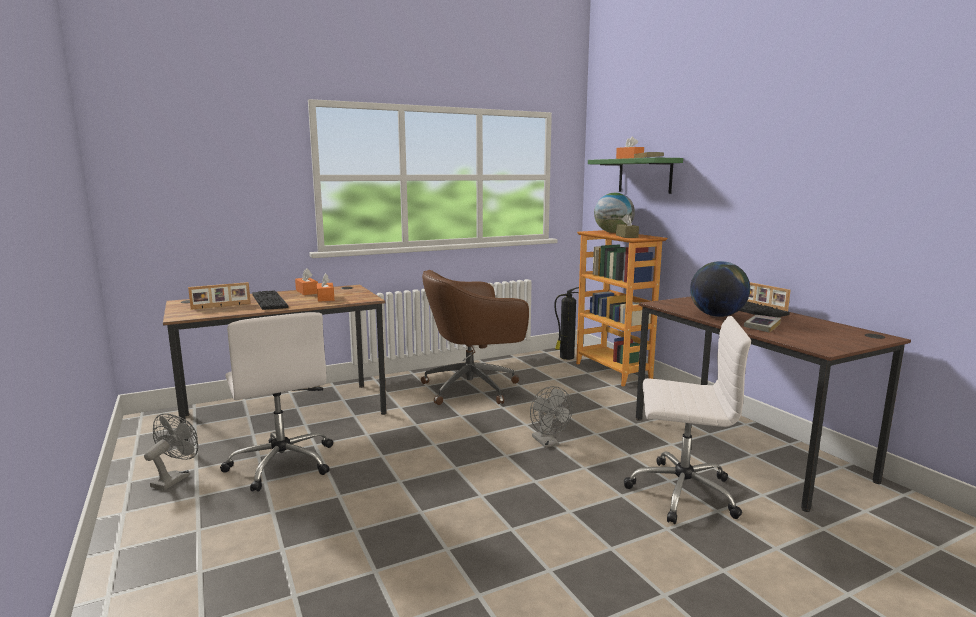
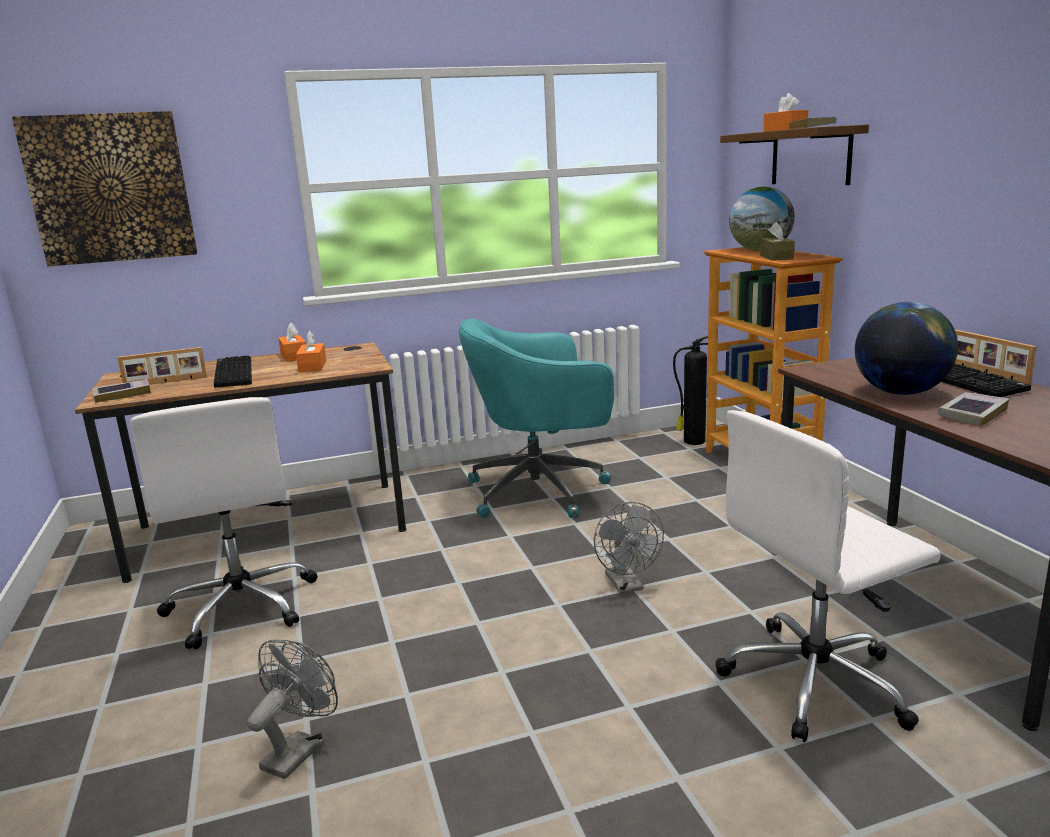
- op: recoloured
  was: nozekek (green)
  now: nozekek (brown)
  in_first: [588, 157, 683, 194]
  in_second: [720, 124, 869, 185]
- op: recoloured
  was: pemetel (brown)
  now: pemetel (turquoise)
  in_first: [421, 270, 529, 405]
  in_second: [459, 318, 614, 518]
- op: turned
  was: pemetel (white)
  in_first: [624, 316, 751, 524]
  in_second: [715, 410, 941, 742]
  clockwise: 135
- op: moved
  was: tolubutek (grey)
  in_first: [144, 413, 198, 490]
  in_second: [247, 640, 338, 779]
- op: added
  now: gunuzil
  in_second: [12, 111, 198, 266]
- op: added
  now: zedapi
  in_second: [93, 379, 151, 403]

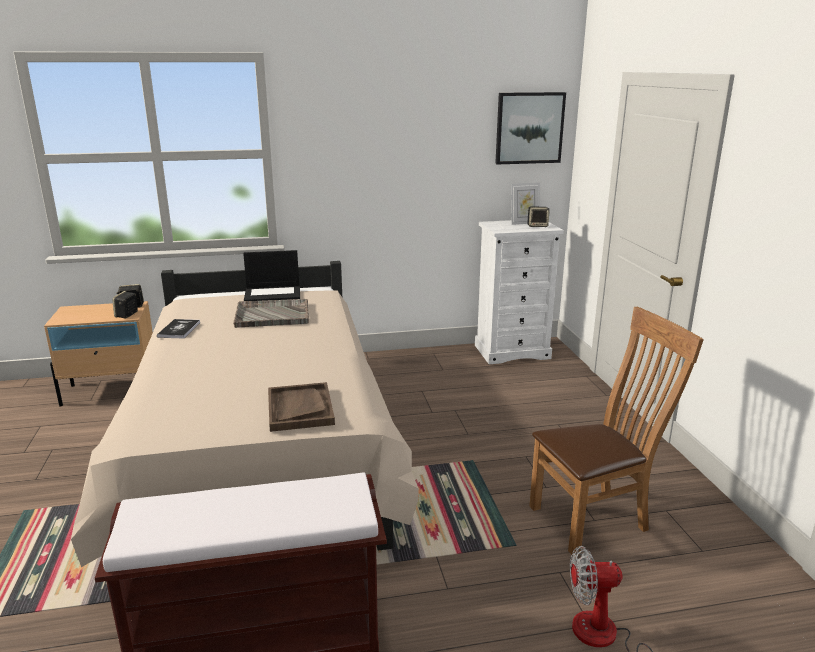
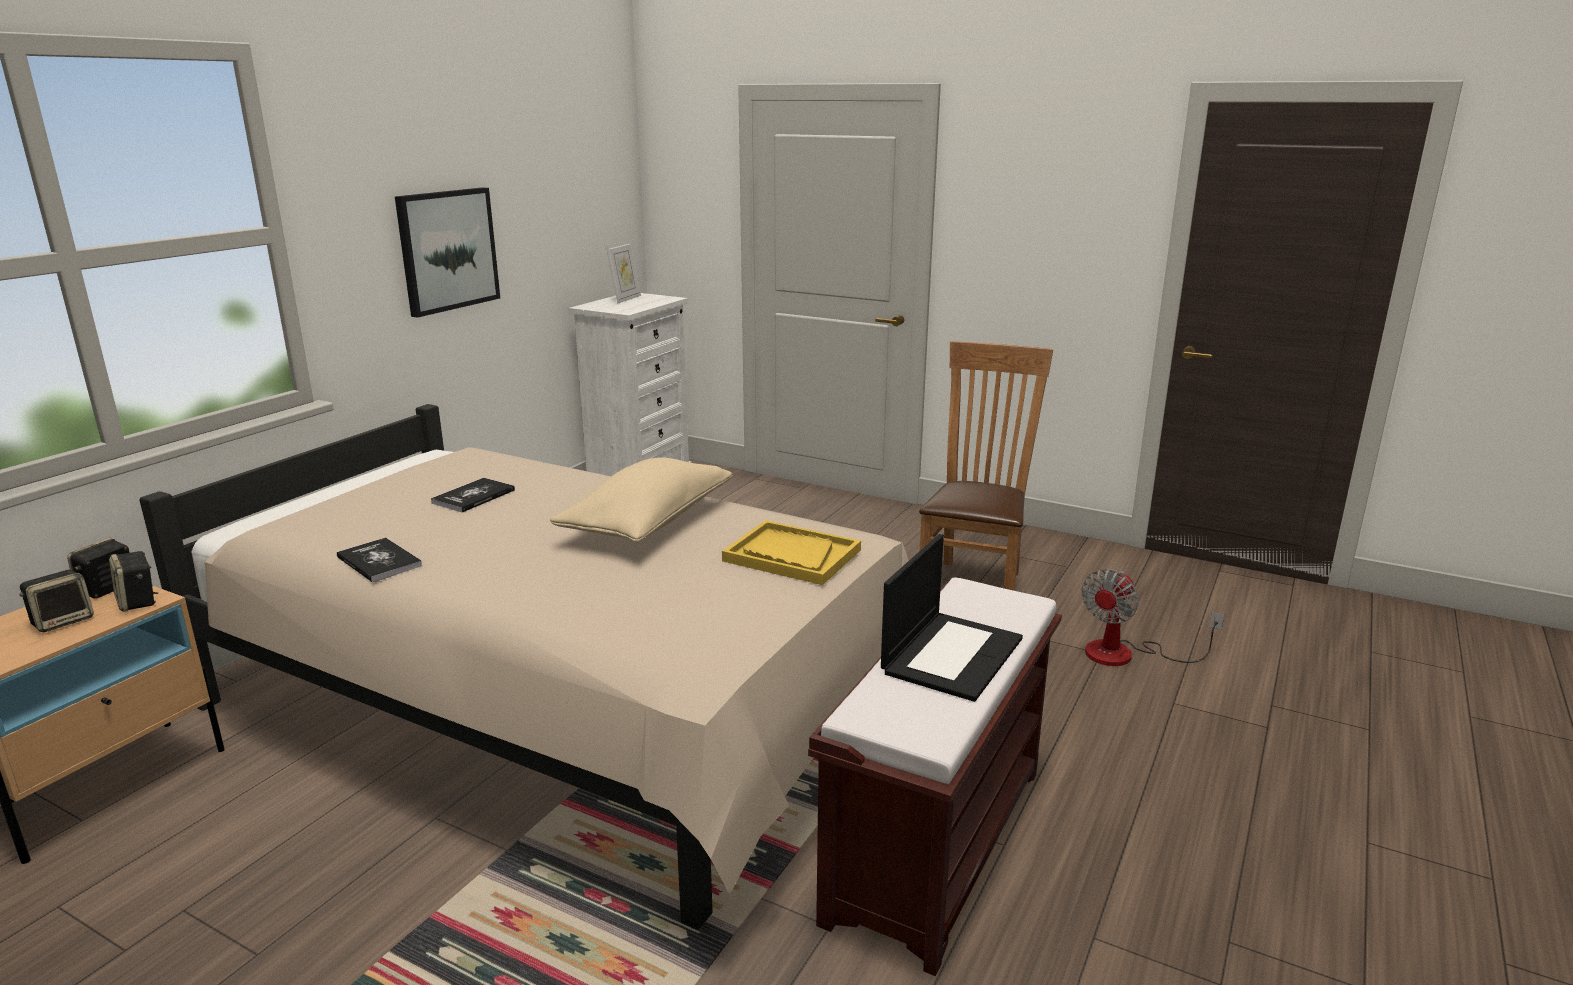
- op: moved
  was: gunuzil
  in_first: [495, 92, 566, 164]
  in_second: [395, 187, 500, 318]
- op: moved
  was: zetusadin
  in_first: [527, 207, 550, 227]
  in_second: [19, 570, 94, 632]
- op: moved
  was: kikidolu
  in_first: [243, 250, 300, 301]
  in_second: [881, 534, 1023, 702]
- op: replaced
  was: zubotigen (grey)
  now: zedapi
  in_first: [233, 299, 309, 328]
  in_second: [431, 478, 515, 513]
- op: recoloured
  was: zubotigen (brown)
  now: zubotigen (yellow)
  in_first: [268, 382, 335, 432]
  in_second: [722, 520, 861, 585]
- op: added
  now: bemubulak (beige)
  in_second: [550, 457, 733, 543]

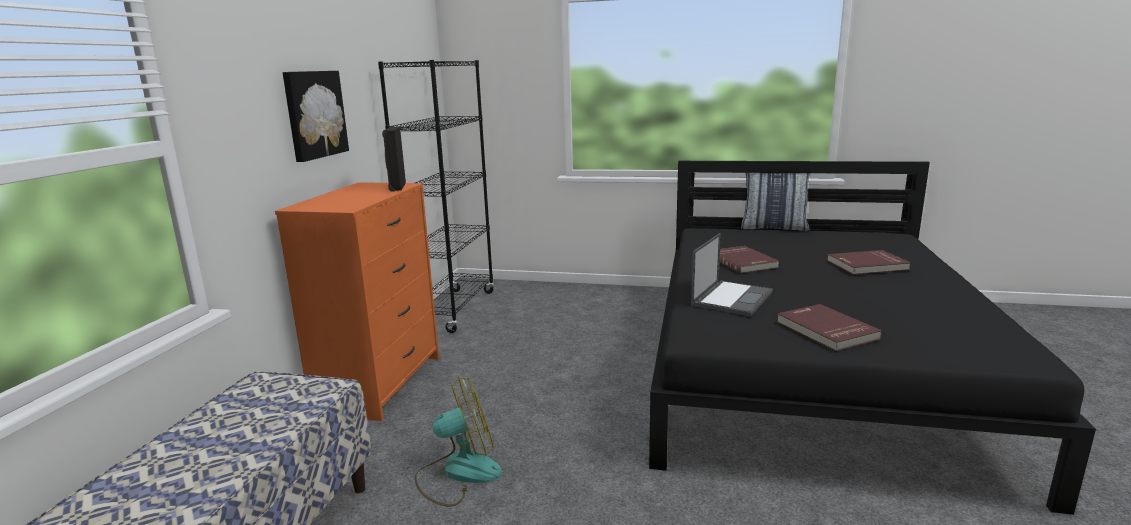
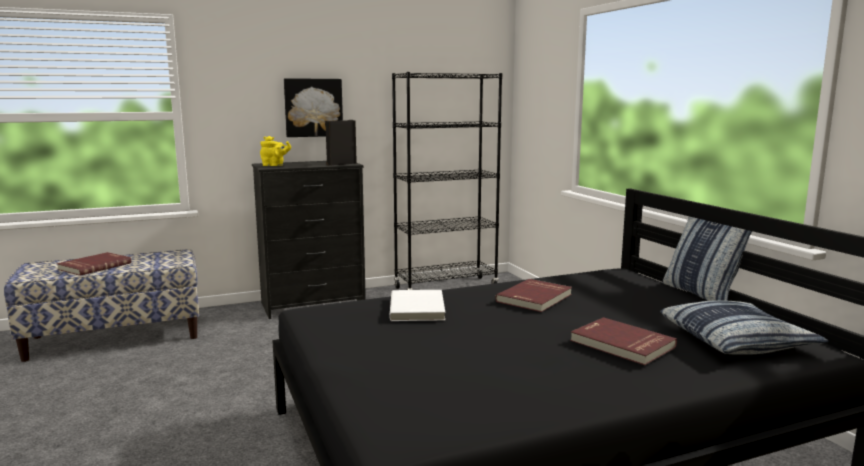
- op: recoloured
  was: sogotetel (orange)
  now: sogotetel (black)
  in_first: [275, 182, 439, 421]
  in_second: [252, 161, 366, 319]
- op: replaced
  was: kikidolu
  now: zedapi (white)
  in_first: [691, 233, 773, 317]
  in_second: [389, 290, 446, 321]
- op: moved
  was: zedapi (red)
  in_first: [777, 304, 883, 351]
  in_second: [57, 252, 131, 276]
- op: removed
  was: tolubutek
  in_first: [414, 376, 502, 507]
- op: added
  now: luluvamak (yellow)
  in_second: [260, 136, 291, 166]
- op: added
  now: bemubulak
  in_second: [661, 300, 828, 355]

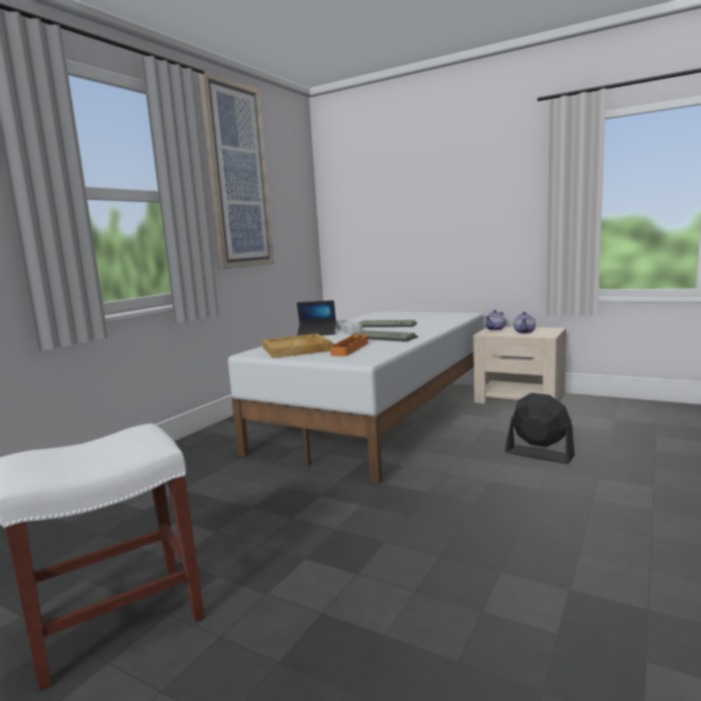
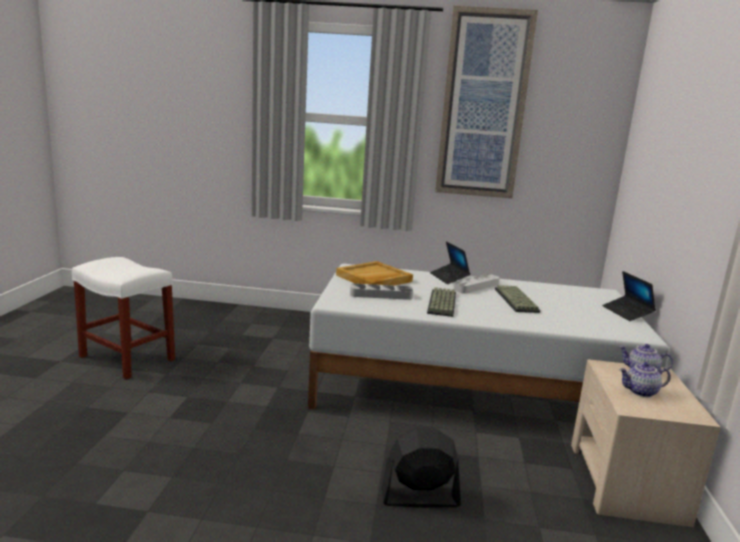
- op: recoloured
  was: zubotigen (orange)
  now: zubotigen (grey)
  in_first: [330, 335, 368, 356]
  in_second: [350, 283, 413, 300]
- op: turned
  was: tolubutek (black)
  in_first: [505, 393, 575, 464]
  in_second: [382, 427, 461, 508]
  clockwise: -105
- op: added
  now: kikidolu
  in_second: [602, 271, 656, 321]

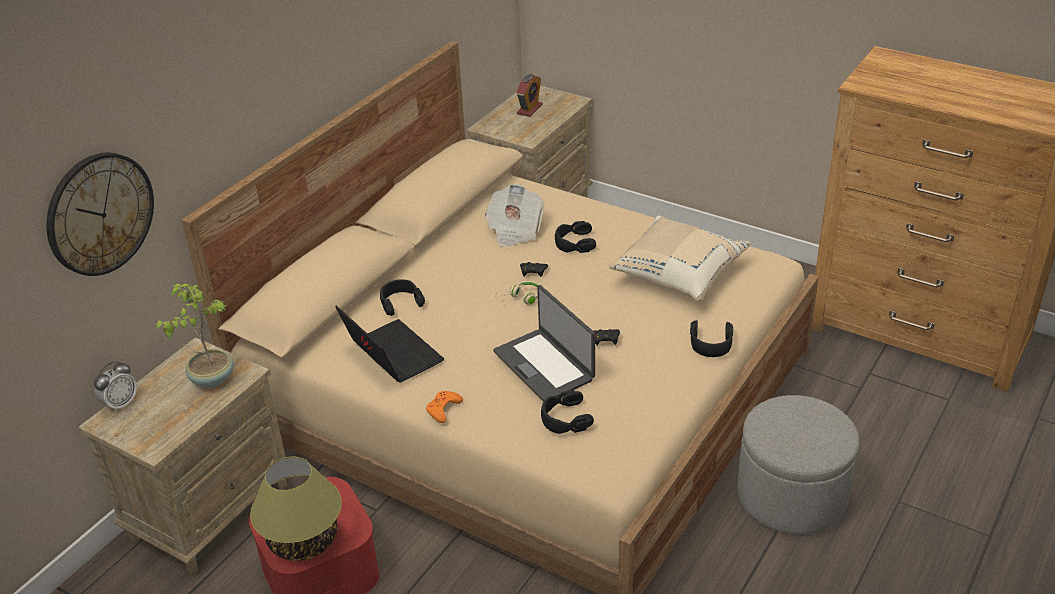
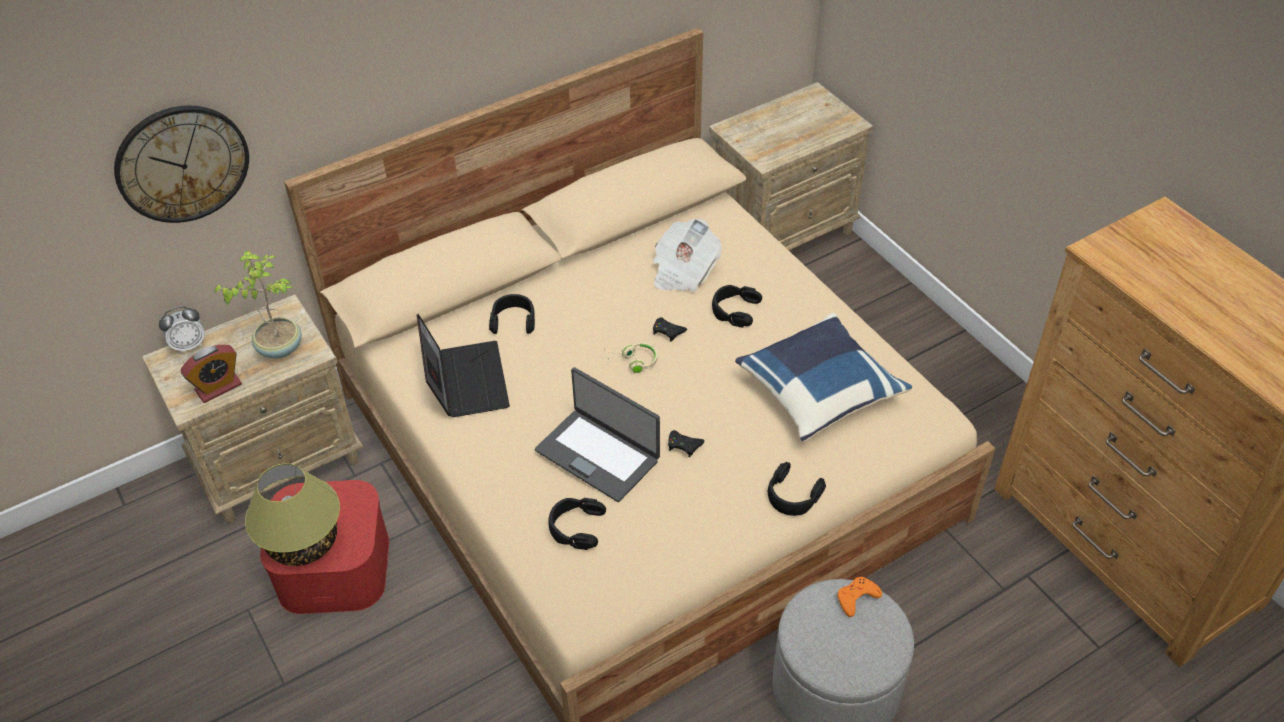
- op: moved
  was: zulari
  in_first: [517, 74, 543, 117]
  in_second: [180, 345, 242, 403]
- op: recoloured
  was: bemubulak (beige)
  now: bemubulak (blue)
  in_first: [609, 216, 750, 302]
  in_second: [735, 313, 912, 442]
- op: turned
  was: kikidolu
  in_first: [493, 285, 595, 402]
  in_second: [535, 367, 660, 502]
  clockwise: -45
- op: moved
  was: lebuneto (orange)
  in_first: [426, 391, 463, 423]
  in_second: [838, 577, 882, 617]

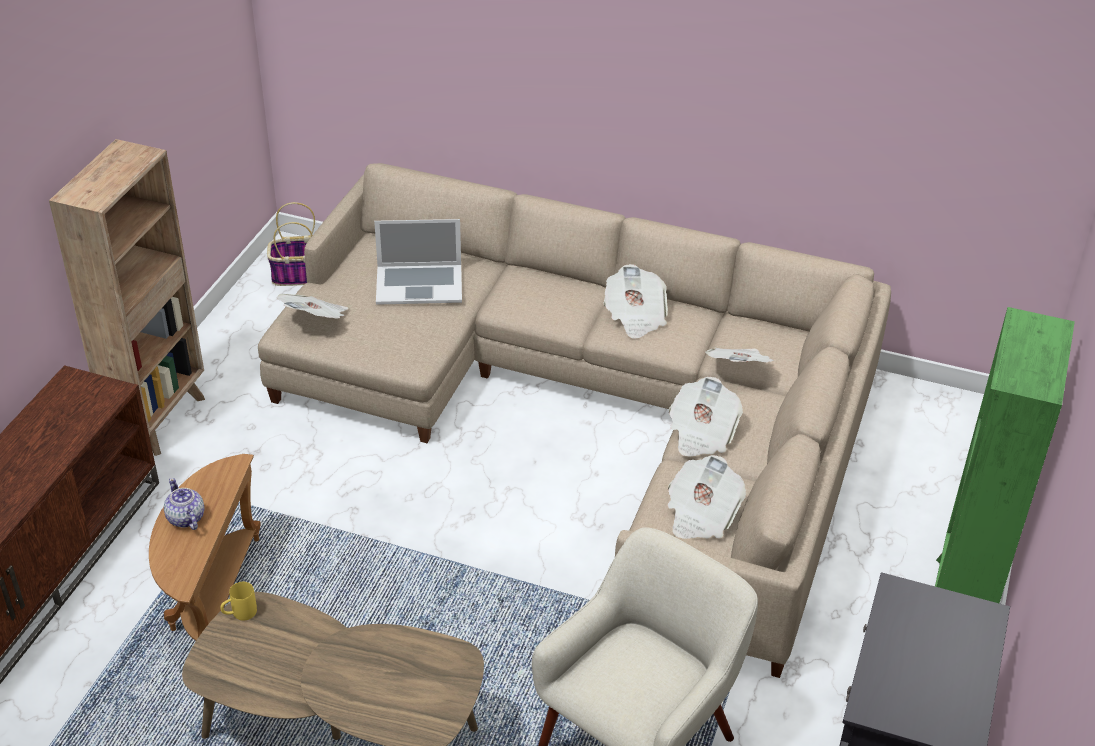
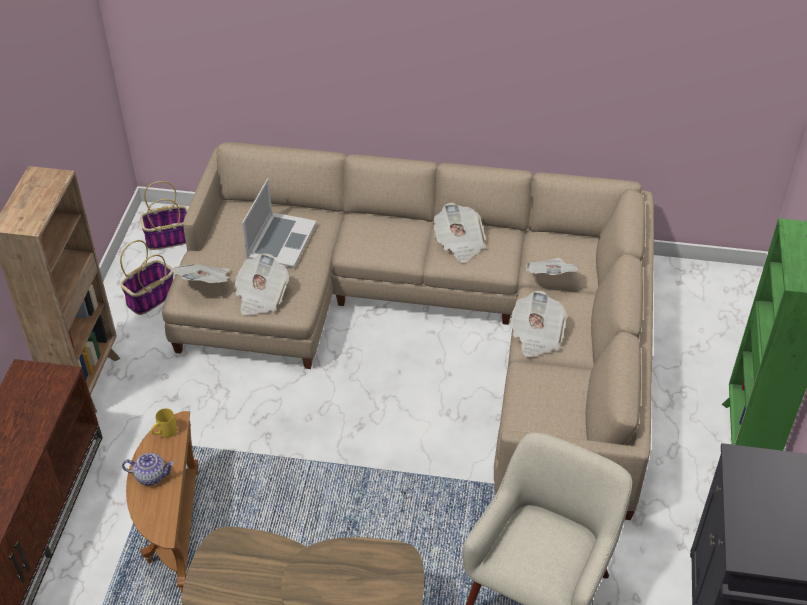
- op: turned
  was: kikidolu
  in_first: [374, 219, 462, 305]
  in_second: [242, 179, 317, 268]
  clockwise: -60
- op: moved
  was: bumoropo
  in_first: [667, 455, 746, 539]
  in_second: [234, 253, 289, 316]
- op: turned
  was: luluvamak
  in_first: [164, 478, 204, 530]
  in_second: [122, 453, 174, 486]
  clockwise: 135
- op: moved
  was: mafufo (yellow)
  in_first: [220, 582, 257, 621]
  in_second: [151, 408, 177, 438]
- op: added
  now: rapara
  in_second: [120, 240, 173, 315]

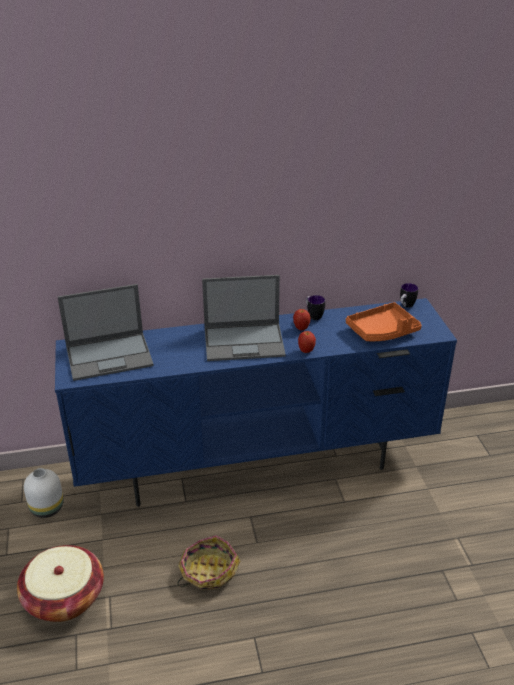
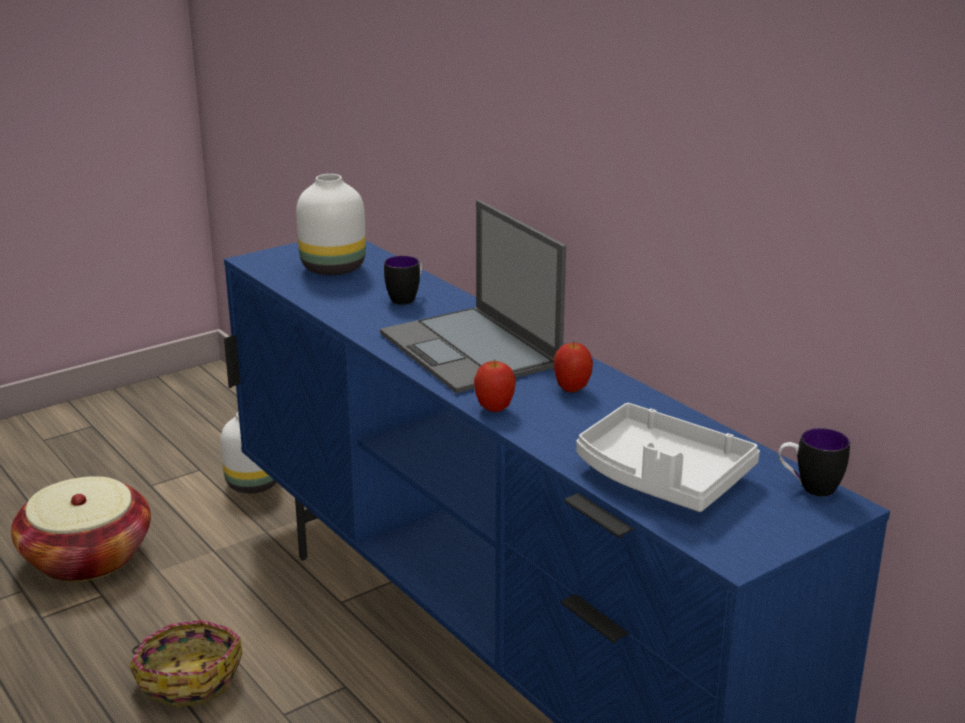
- op: replaced
  was: kikidolu
  now: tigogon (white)
  in_first: [58, 284, 154, 381]
  in_second: [296, 174, 366, 275]
- op: moved
  was: mafufo
  in_first: [306, 295, 325, 320]
  in_second: [384, 256, 422, 305]
- op: recoloured
  was: zubotigen (orange)
  now: zubotigen (grey)
  in_first: [346, 302, 422, 341]
  in_second: [576, 403, 760, 512]

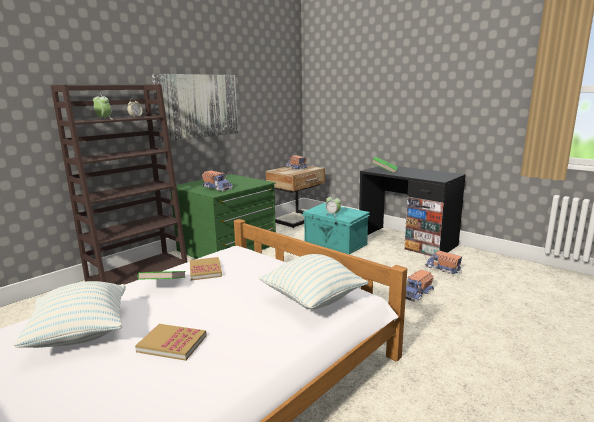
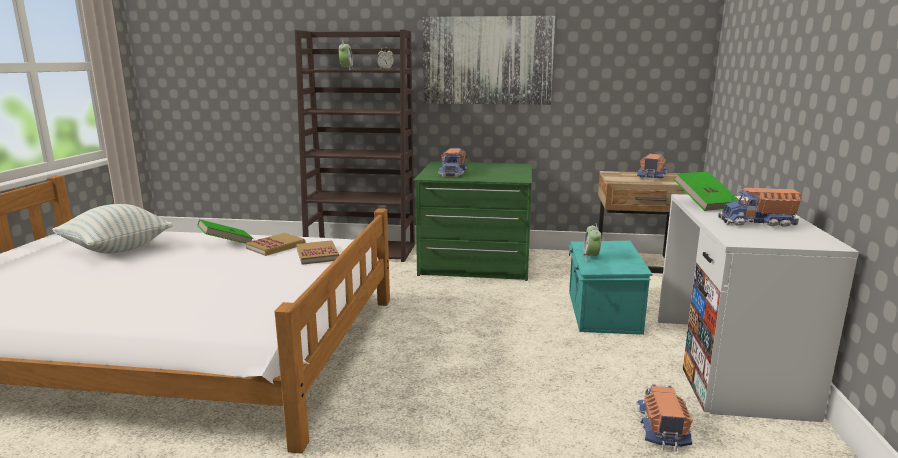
- op: recoloured
  was: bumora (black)
  now: bumora (white)
  in_first: [359, 166, 466, 257]
  in_second: [658, 194, 859, 422]
- op: removed
  was: bemubulak
  in_first: [259, 254, 369, 309]
- op: moved
  was: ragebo
  in_first: [406, 269, 434, 302]
  in_second: [718, 187, 802, 227]
- op: moved
  was: zedapi
  in_first: [135, 324, 207, 361]
  in_second: [296, 240, 340, 265]

